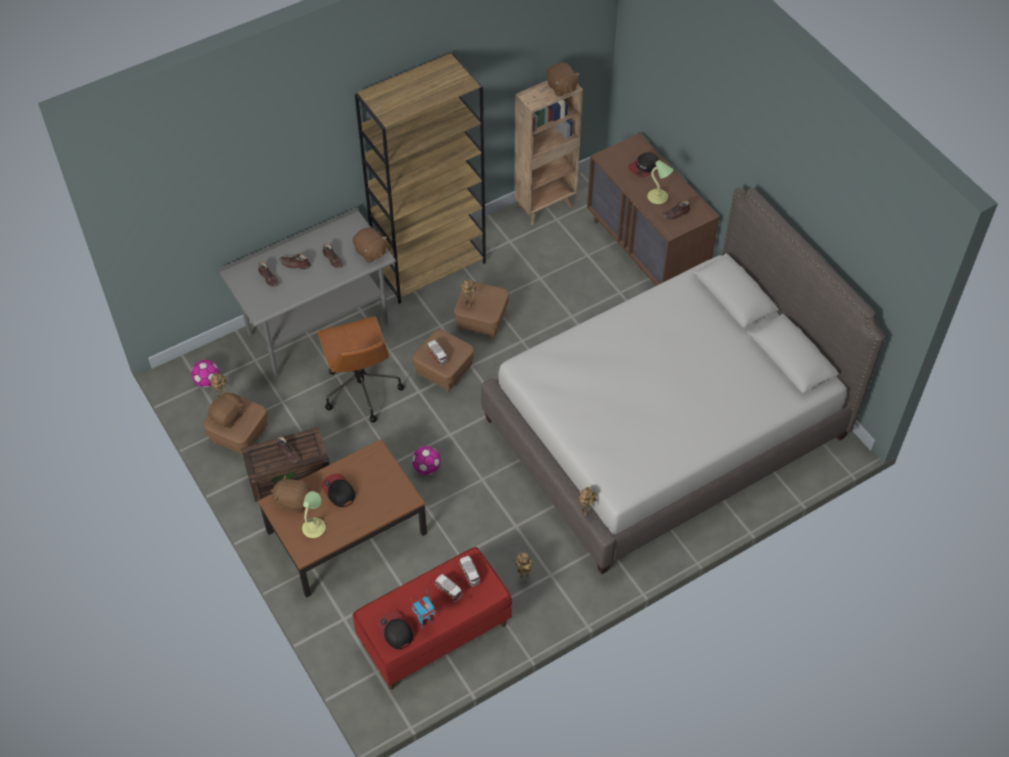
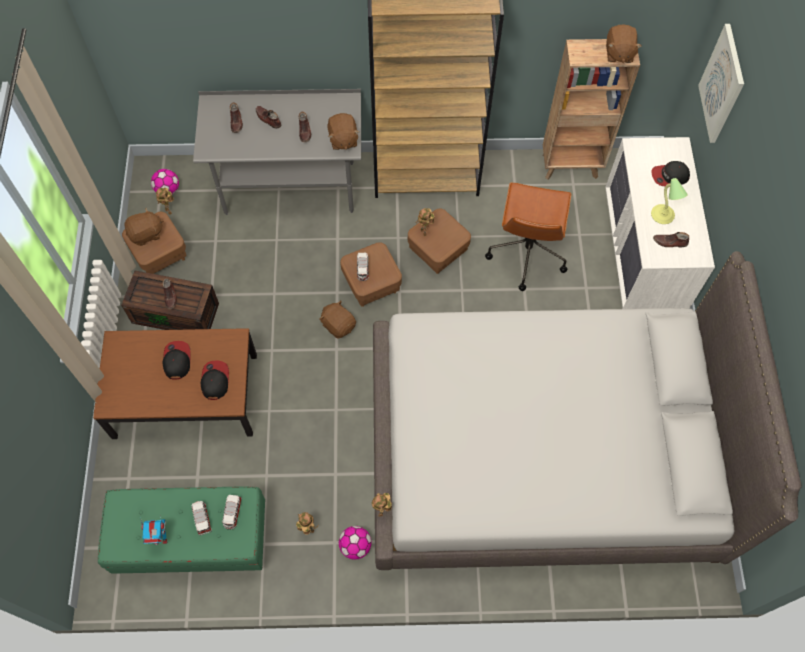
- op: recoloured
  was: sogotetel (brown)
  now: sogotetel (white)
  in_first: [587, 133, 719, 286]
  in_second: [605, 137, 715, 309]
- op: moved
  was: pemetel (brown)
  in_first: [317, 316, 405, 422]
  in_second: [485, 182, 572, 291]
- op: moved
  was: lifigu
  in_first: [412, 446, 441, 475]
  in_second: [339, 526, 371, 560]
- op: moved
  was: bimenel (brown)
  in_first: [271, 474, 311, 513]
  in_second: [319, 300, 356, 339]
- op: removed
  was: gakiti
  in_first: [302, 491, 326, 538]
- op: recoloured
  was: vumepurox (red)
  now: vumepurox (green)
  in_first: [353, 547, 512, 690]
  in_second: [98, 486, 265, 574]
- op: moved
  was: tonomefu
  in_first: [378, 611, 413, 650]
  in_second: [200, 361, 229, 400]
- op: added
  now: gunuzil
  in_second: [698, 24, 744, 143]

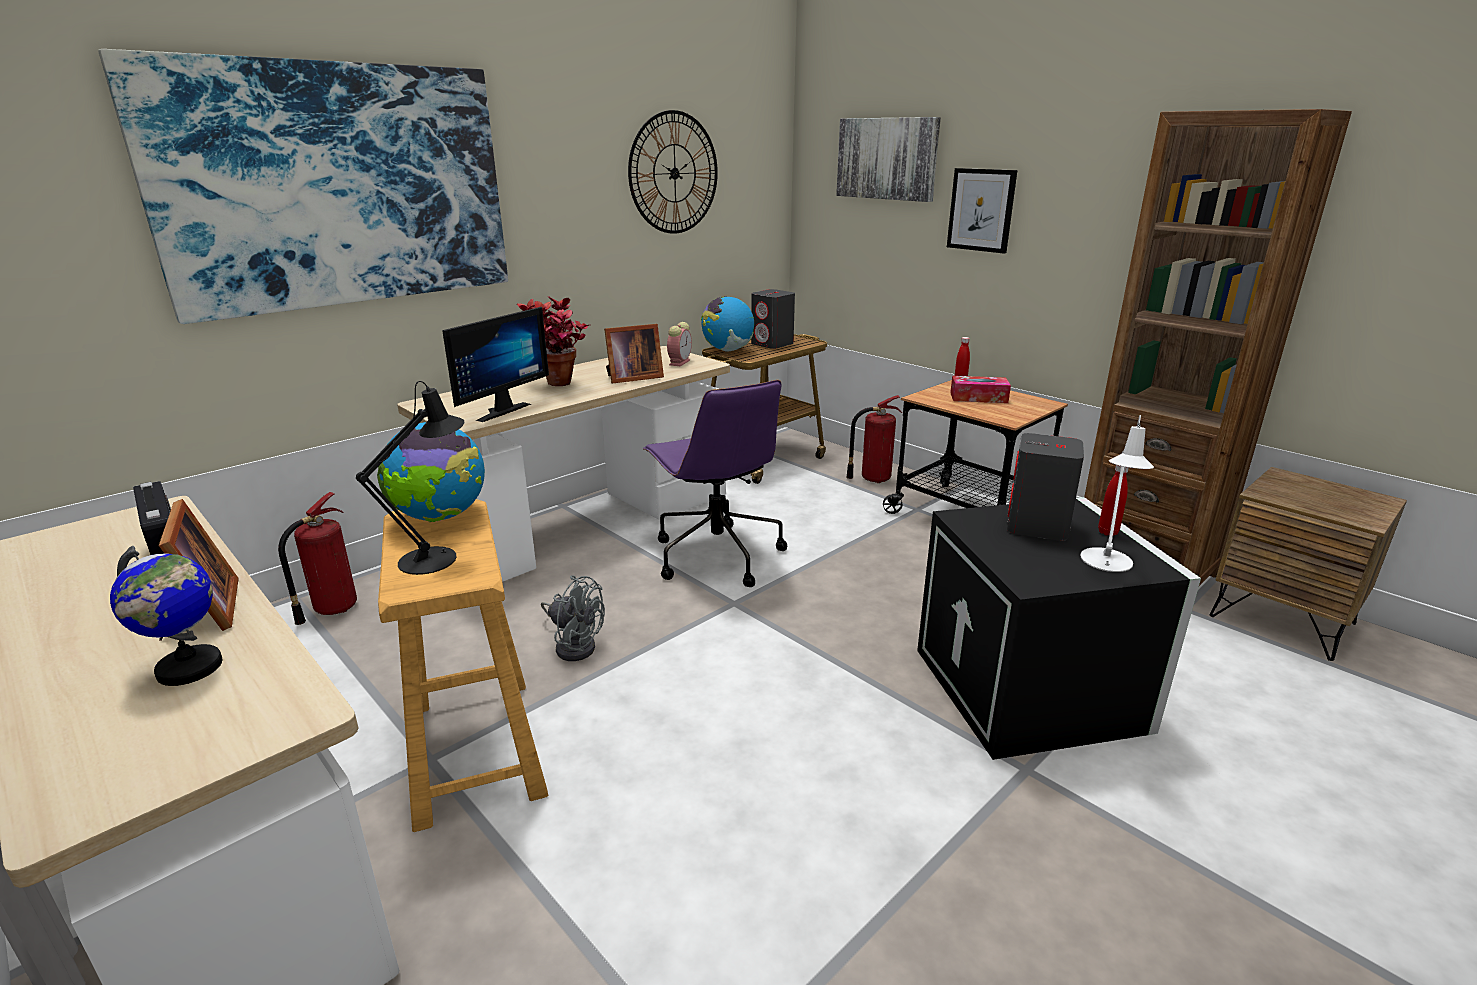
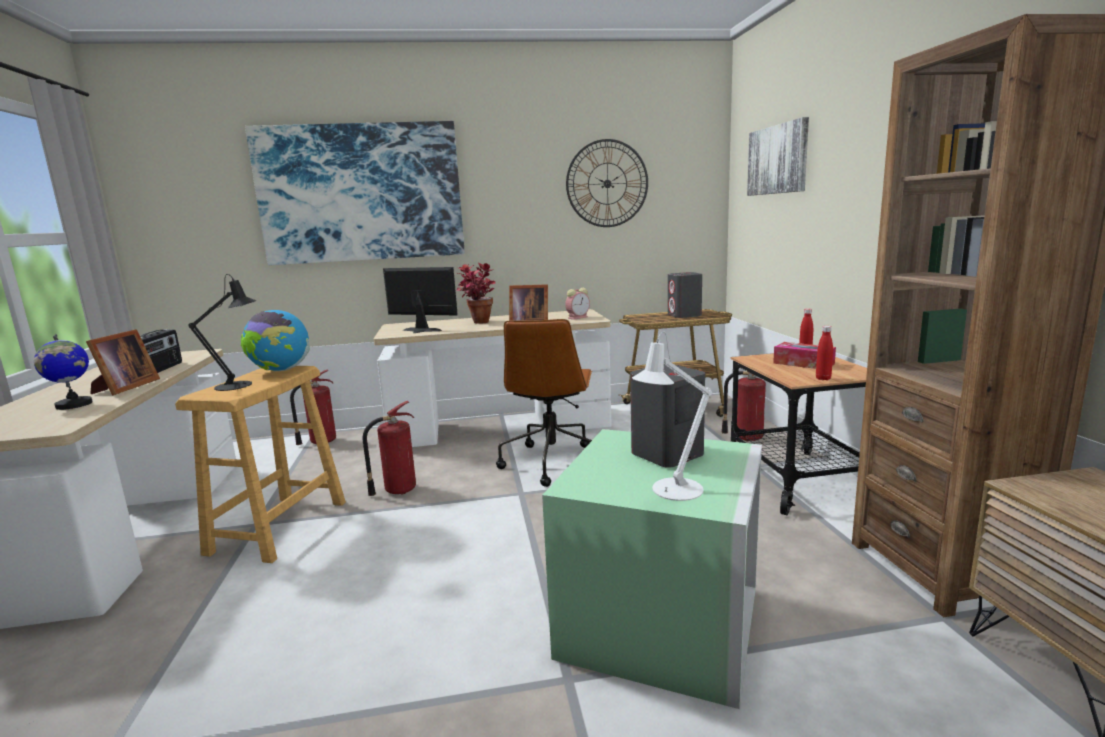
- op: removed
  was: gunuzil
  in_first: [947, 168, 1017, 254]
- op: removed
  was: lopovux
  in_first: [701, 296, 754, 352]
- op: turned
  was: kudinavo
  in_first: [442, 307, 549, 422]
  in_second: [383, 267, 458, 333]
  clockwise: -135
- op: recoloured
  was: pemetel (purple)
  now: pemetel (brown)
  in_first: [643, 380, 787, 587]
  in_second: [496, 319, 592, 487]
- op: moved
  was: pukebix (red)
  in_first: [1098, 465, 1129, 536]
  in_second: [816, 326, 833, 380]
- op: recoloured
  was: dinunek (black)
  now: dinunek (green)
  in_first: [917, 497, 1201, 760]
  in_second: [542, 429, 762, 709]
- op: replaced
  was: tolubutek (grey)
  now: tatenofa
  in_first: [541, 576, 605, 661]
  in_second: [363, 401, 416, 496]

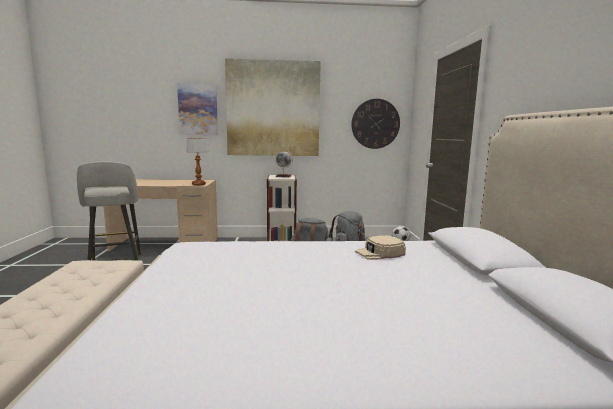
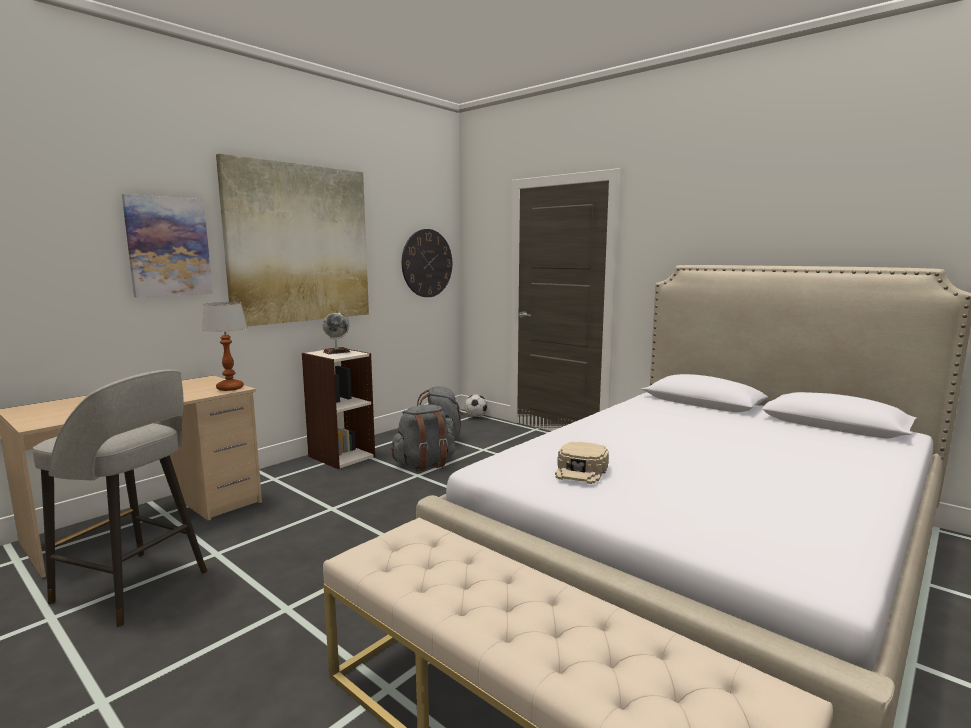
- op: moved
  was: tonomefu (beige)
  in_first: [355, 235, 406, 260]
  in_second: [555, 441, 609, 484]

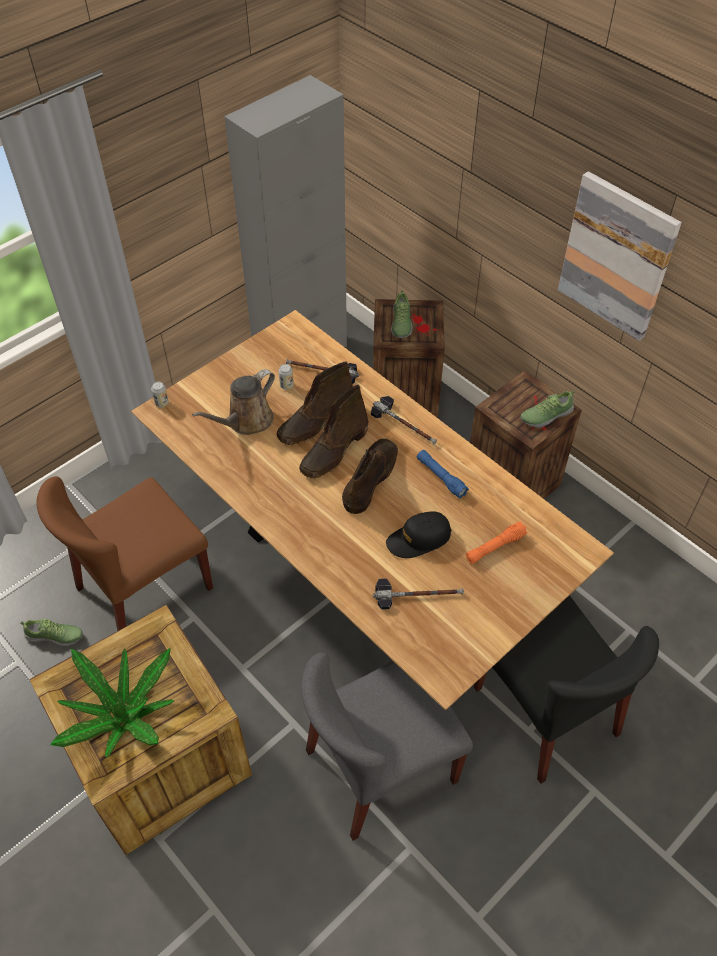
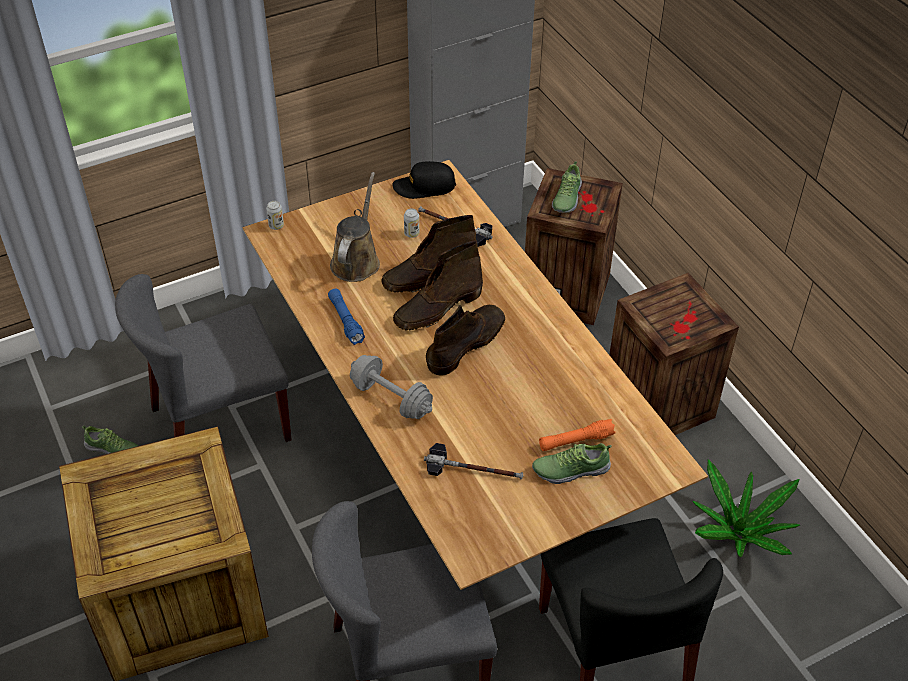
- op: removed
  was: gunuzil
  in_first: [558, 171, 682, 341]
- op: turned
  was: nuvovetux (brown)
  in_first: [192, 369, 275, 435]
  in_second: [330, 172, 380, 282]
  clockwise: 135
- op: moved
  was: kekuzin
  in_first: [521, 391, 575, 428]
  in_second: [532, 443, 612, 484]
- op: removed
  was: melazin
  in_first: [371, 396, 437, 444]
- op: moved
  was: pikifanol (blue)
  in_first: [417, 450, 469, 499]
  in_second: [328, 289, 365, 345]
- op: recoloured
  was: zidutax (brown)
  now: zidutax (grey)
  in_first: [36, 476, 213, 631]
  in_second: [115, 274, 292, 442]
- op: moved
  was: tonomefu (black)
  in_first: [386, 511, 452, 558]
  in_second: [393, 161, 456, 199]
- op: moved
  was: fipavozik
  in_first: [50, 648, 174, 758]
  in_second: [693, 459, 800, 557]
- op: added
  now: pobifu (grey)
  in_second: [350, 355, 433, 419]

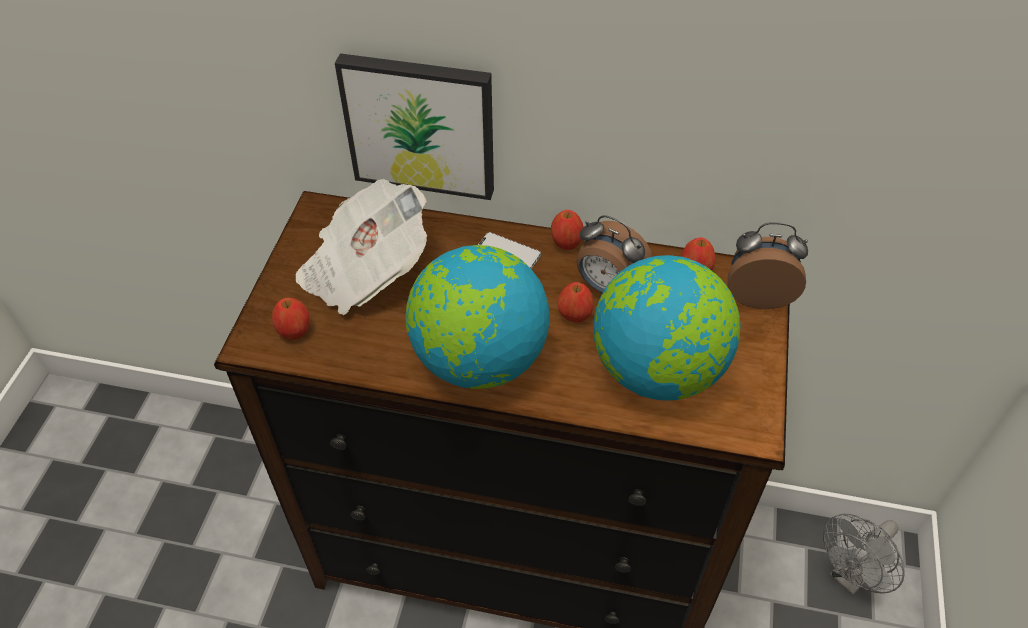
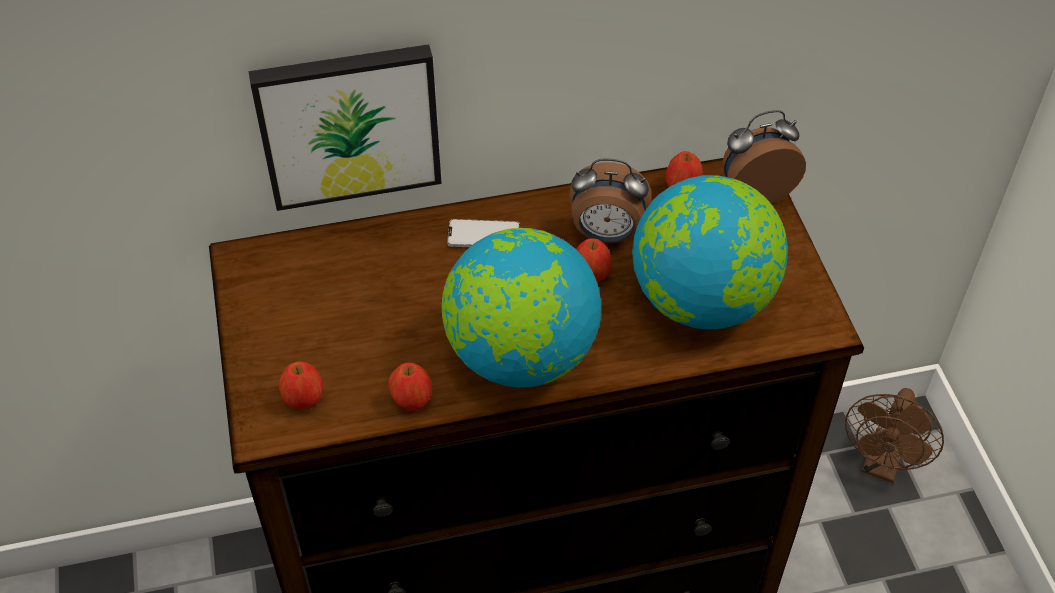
- op: removed
  was: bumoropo
  in_first: [296, 179, 427, 315]
- op: moved
  was: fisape
  in_first: [551, 210, 584, 250]
  in_second: [388, 362, 432, 411]
- op: recoloured
  was: tolubutek (grey)
  now: tolubutek (brown)
  in_first: [823, 514, 905, 596]
  in_second: [845, 388, 944, 483]

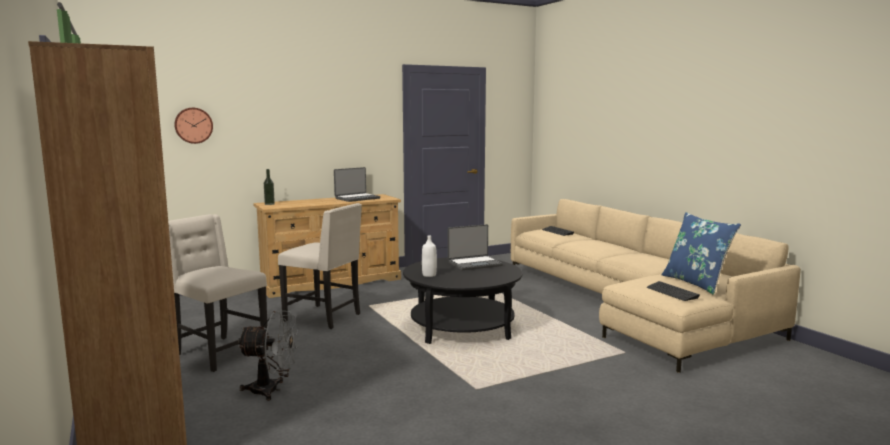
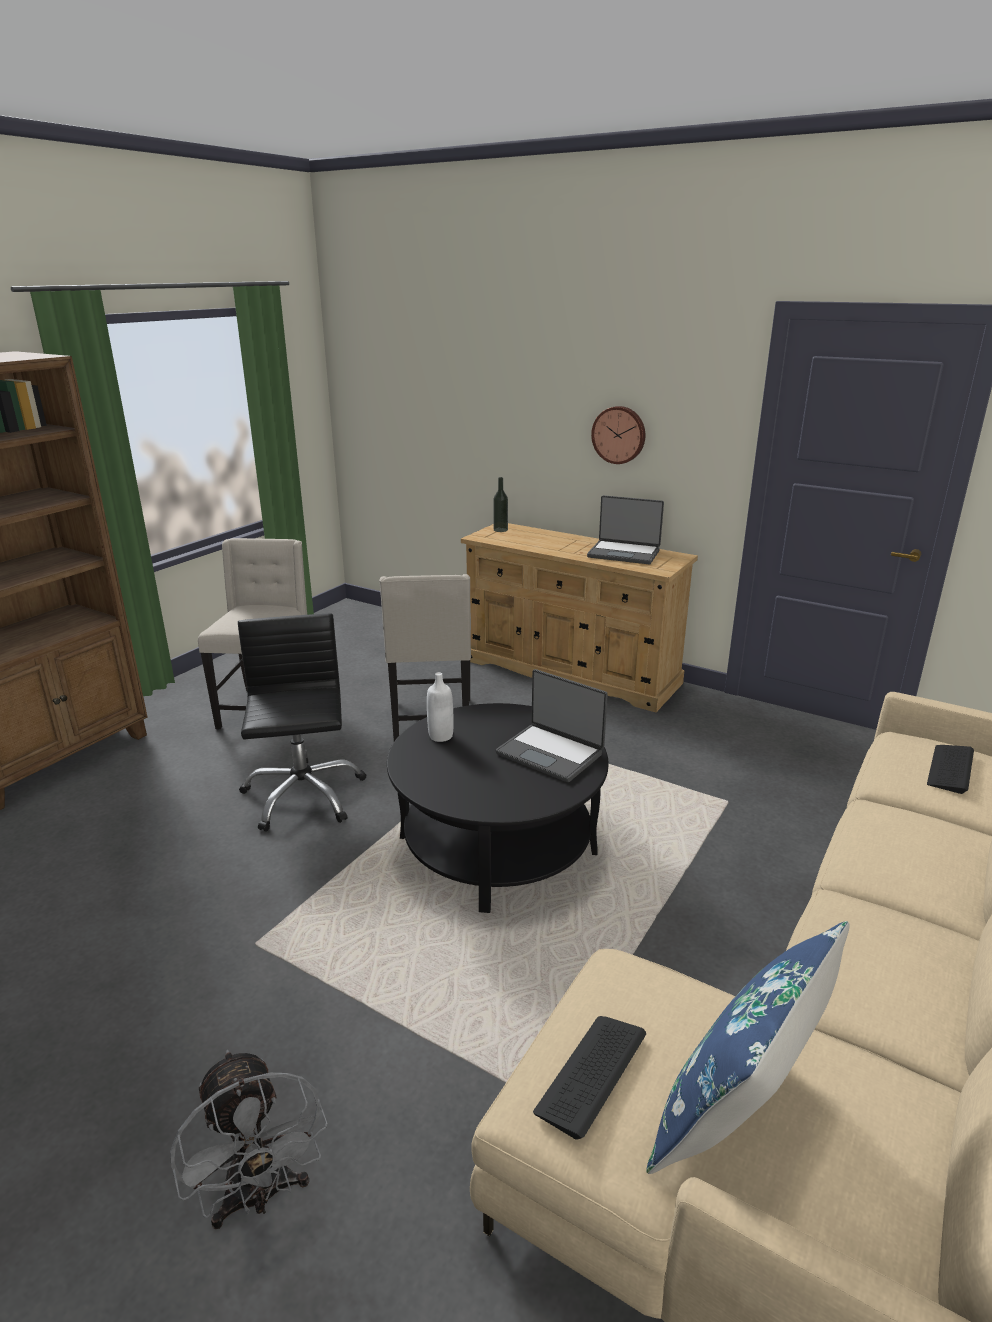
- op: moved
  was: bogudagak
  in_first: [174, 108, 213, 144]
  in_second: [591, 406, 645, 464]
- op: moved
  was: tolubutek (grey)
  in_first: [237, 310, 298, 401]
  in_second: [170, 1050, 328, 1229]
- op: added
  now: pemetel (black)
  in_second: [238, 614, 367, 832]

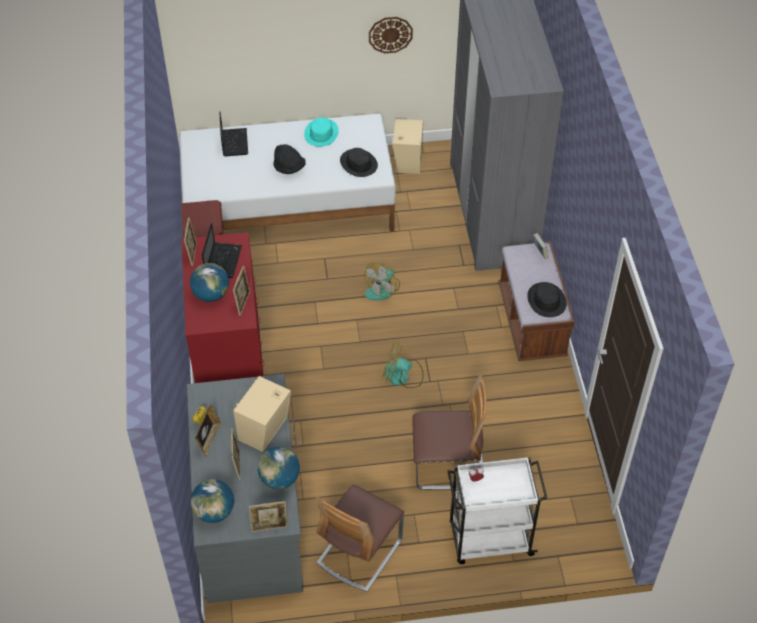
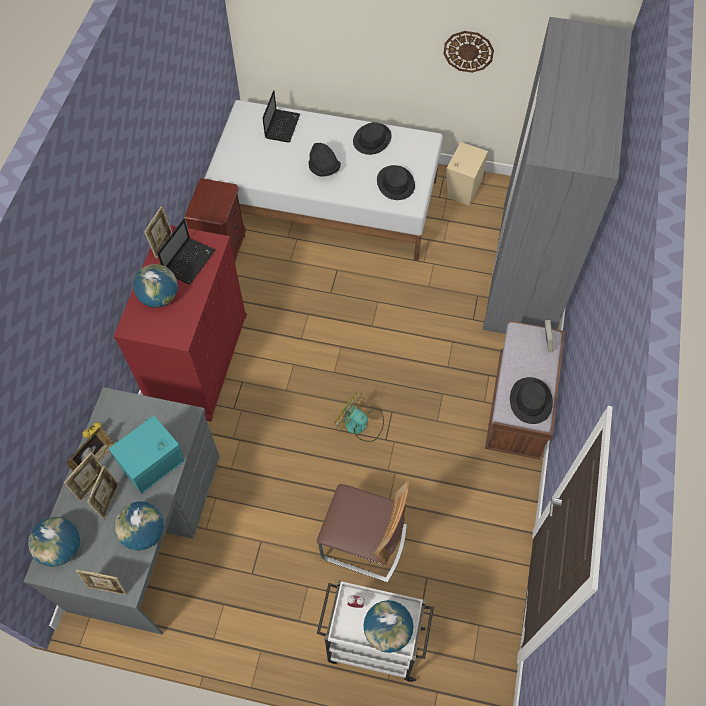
- op: recoloured
  was: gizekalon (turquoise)
  now: gizekalon (black)
  in_first: [304, 118, 339, 147]
  in_second: [353, 122, 392, 155]
- op: removed
  was: tolubutek
  in_first: [364, 263, 400, 300]
- op: moved
  was: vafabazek
  in_first: [233, 266, 250, 316]
  in_second: [64, 452, 102, 502]
- op: recoloured
  was: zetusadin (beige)
  now: zetusadin (turquoise)
  in_first: [233, 376, 291, 452]
  in_second: [109, 415, 184, 494]
- op: removed
  was: zidutax
  in_first: [316, 485, 404, 592]
- op: added
  now: lopovux
  in_second: [363, 600, 413, 653]

